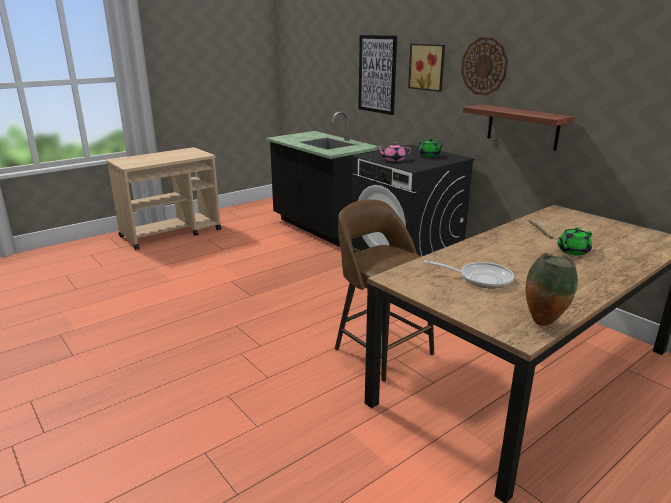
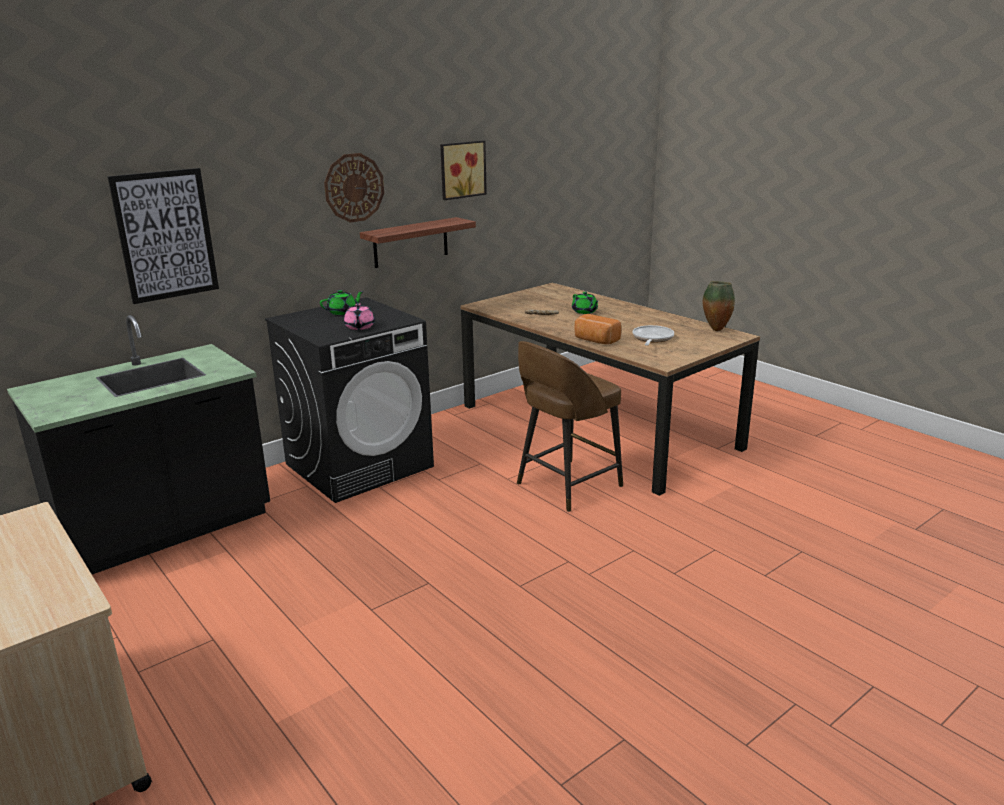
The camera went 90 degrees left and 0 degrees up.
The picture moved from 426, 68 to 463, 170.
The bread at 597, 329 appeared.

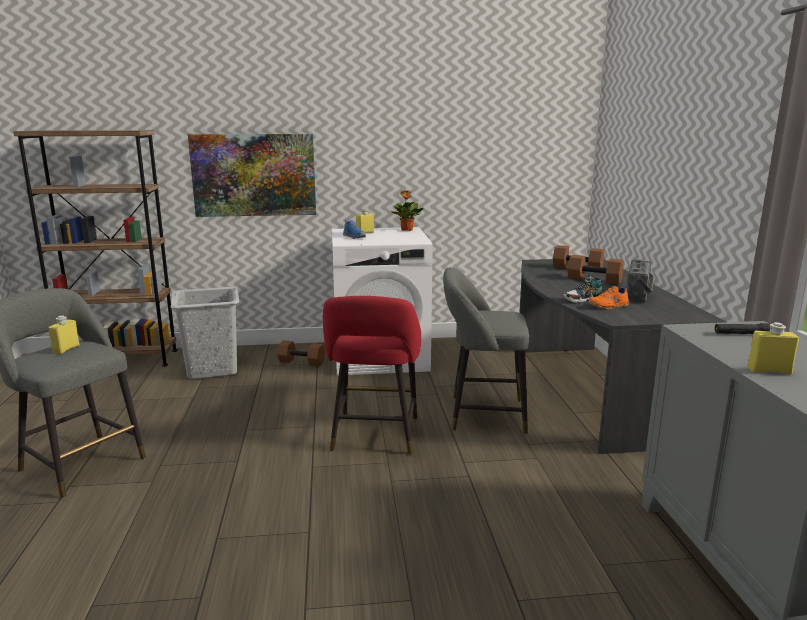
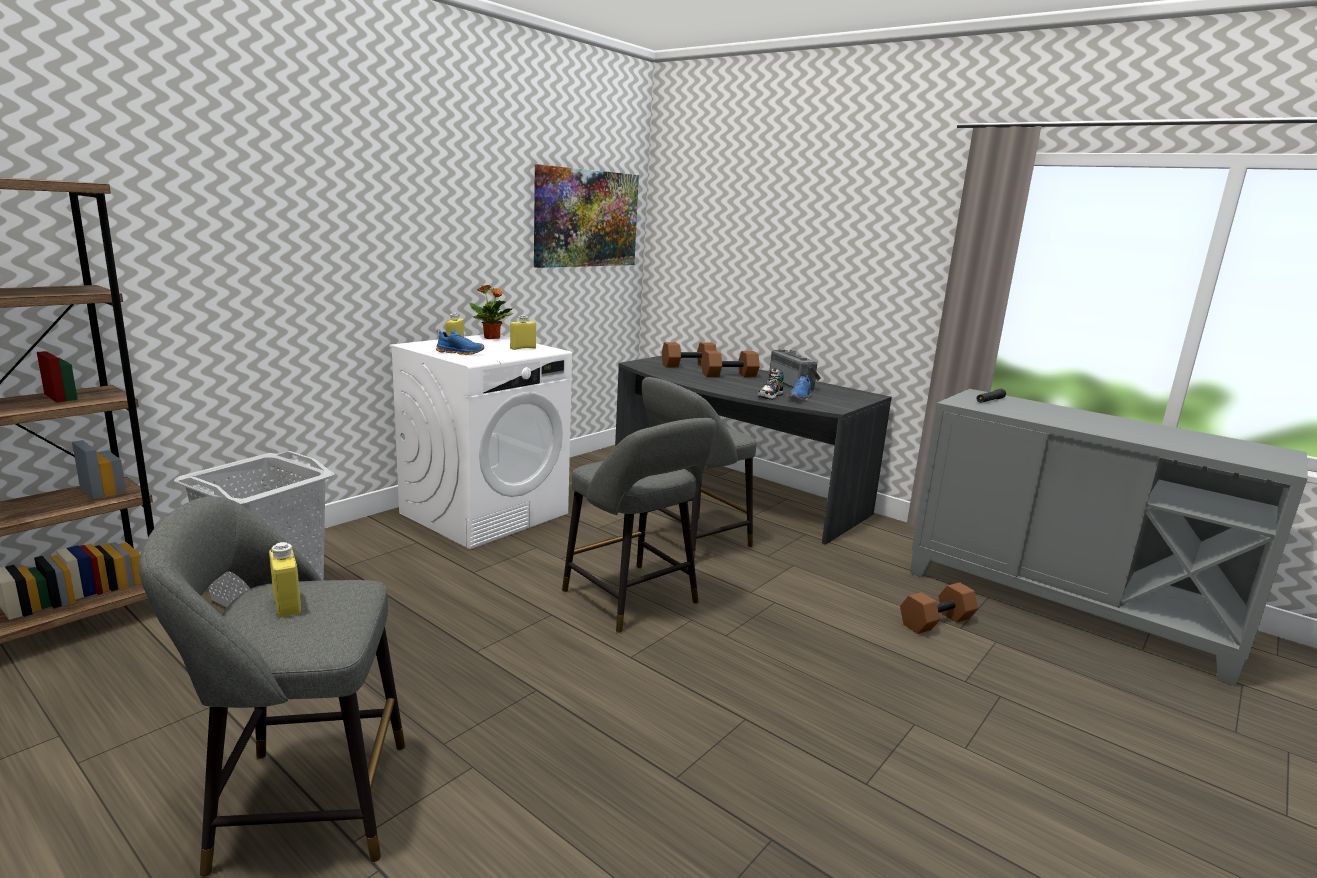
The camera went 45 degrees left and 0 degrees up.
The picture moved from 252, 175 to 586, 216.
The orange shoe at 608, 298 became the blue shoe at 800, 388.
The red stool at 372, 375 became the grey stool at 639, 525.
The yellow bottle moved from 773, 348 to 523, 332.
The brown dumbbell moved from 301, 353 to 939, 608.

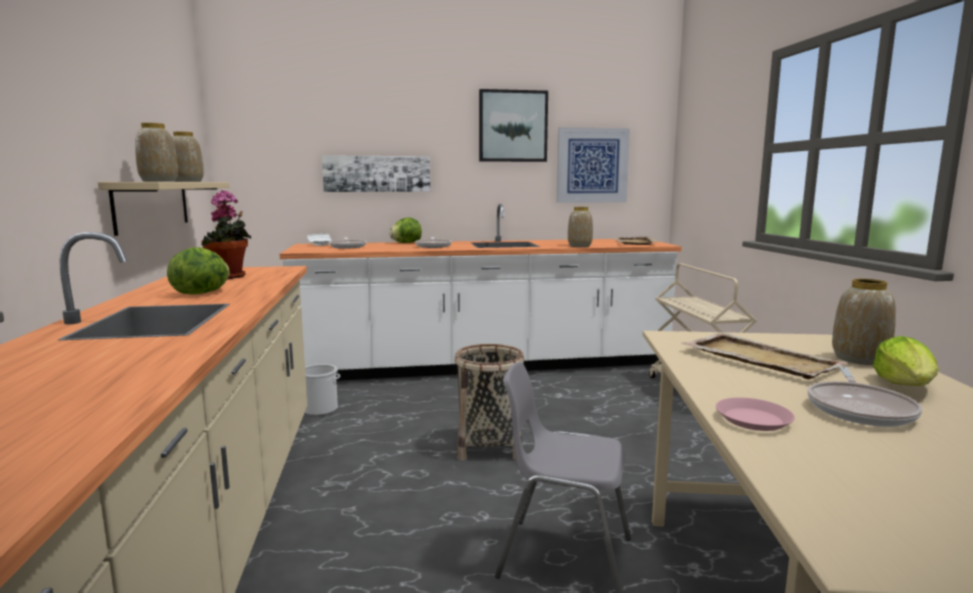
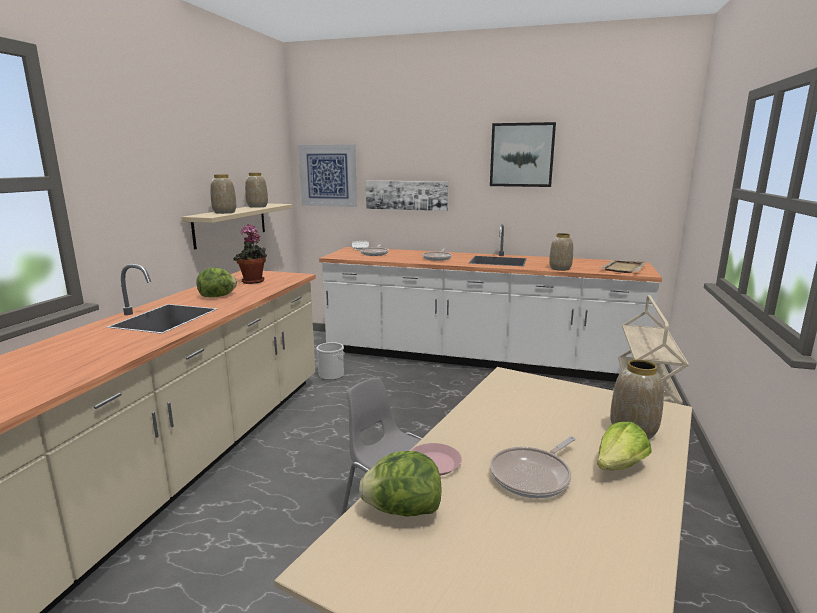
The camera went 25 degrees right and 5 degrees up.
The picture moved from 593, 165 to 327, 175.
The lettuce moved from 405, 230 to 400, 484.
The beige tray at 765, 355 disappeared.
The basket at 489, 402 disappeared.

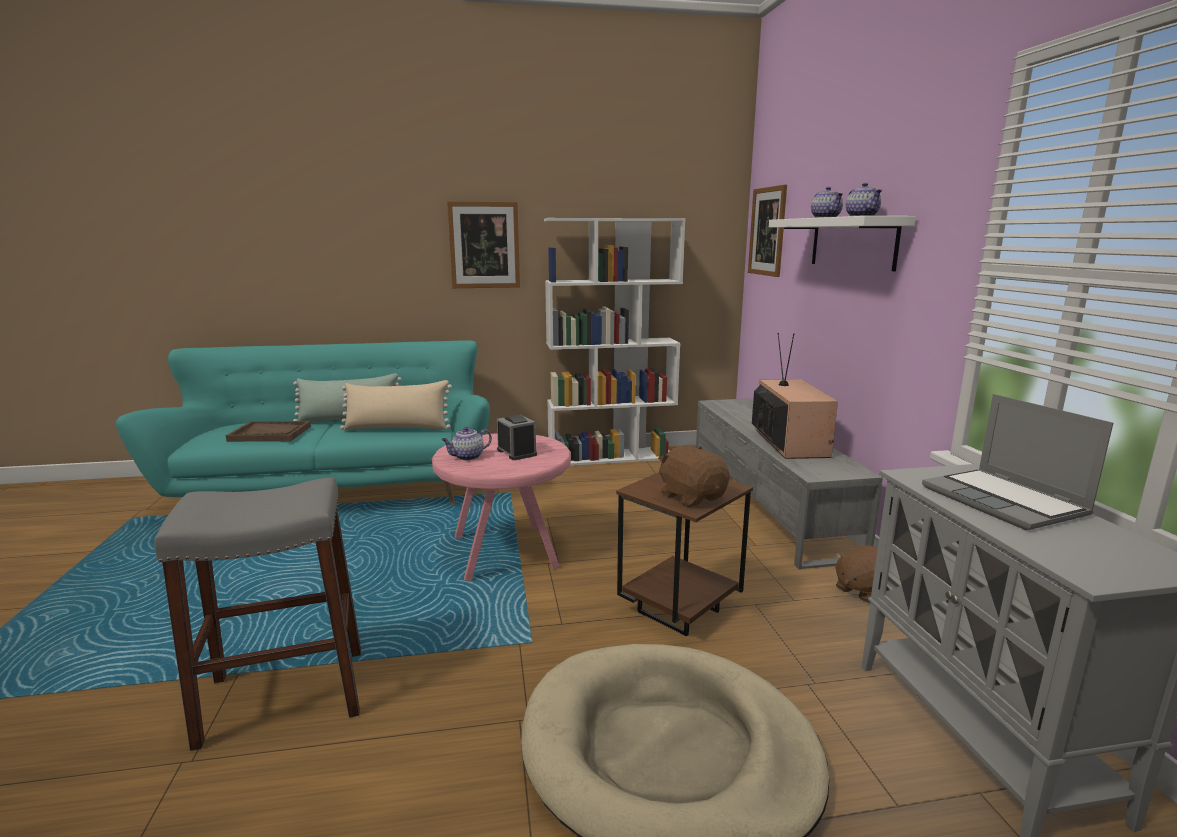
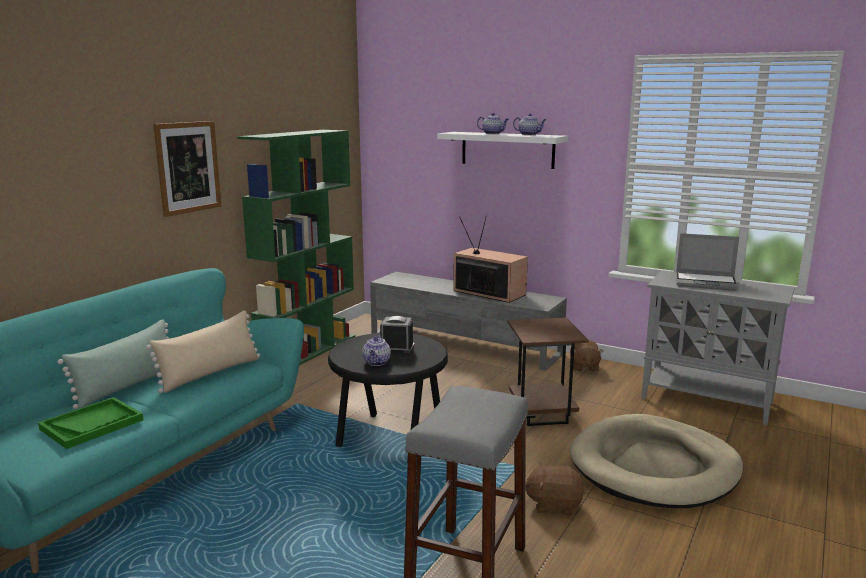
The camera went 50 degrees left and 0 degrees up.
The picture at 767, 231 disappeared.
The white bookcase at 615, 342 became the green bookcase at 296, 247.
The brown tray at 268, 431 became the green tray at 91, 423.
The pink side table at 501, 507 became the black side table at 388, 397.
The brown plush toy moved from 694, 476 to 555, 489.

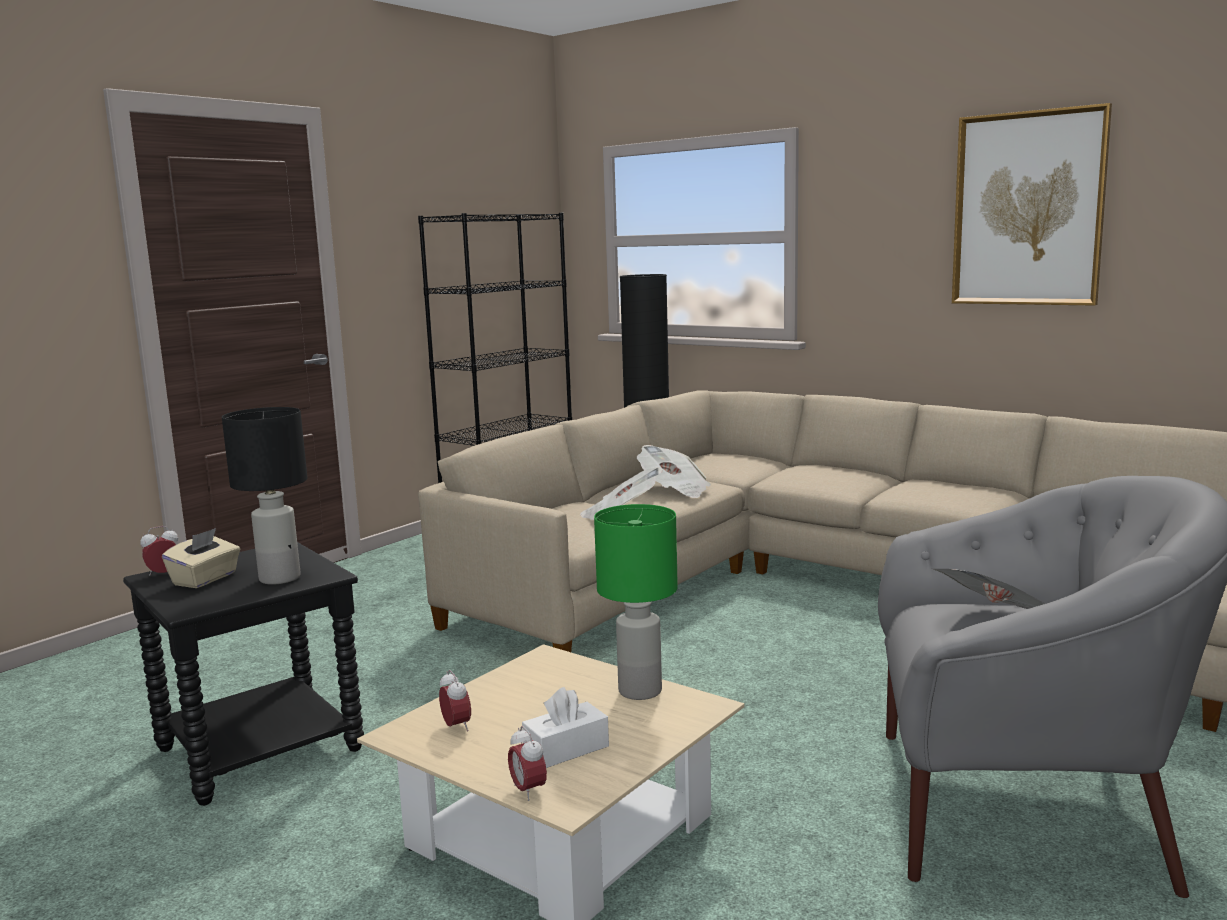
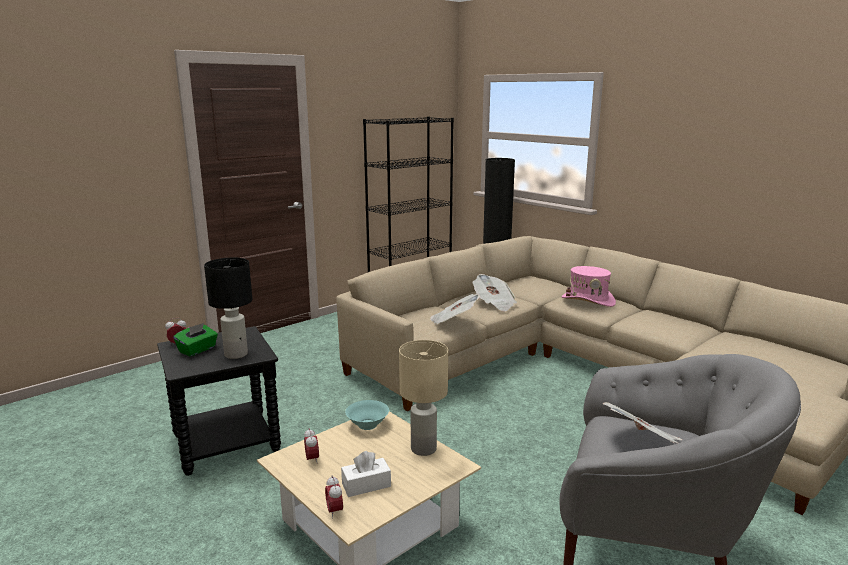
The camera went 10 degrees right and 5 degrees up.
The picture at 1032, 204 disappeared.
The green table lamp at 636, 602 became the beige table lamp at 423, 398.
The beige tissue box at 201, 558 became the green tissue box at 195, 339.
The pink hat at 588, 286 appeared.
The turquoise bowl at 367, 415 appeared.

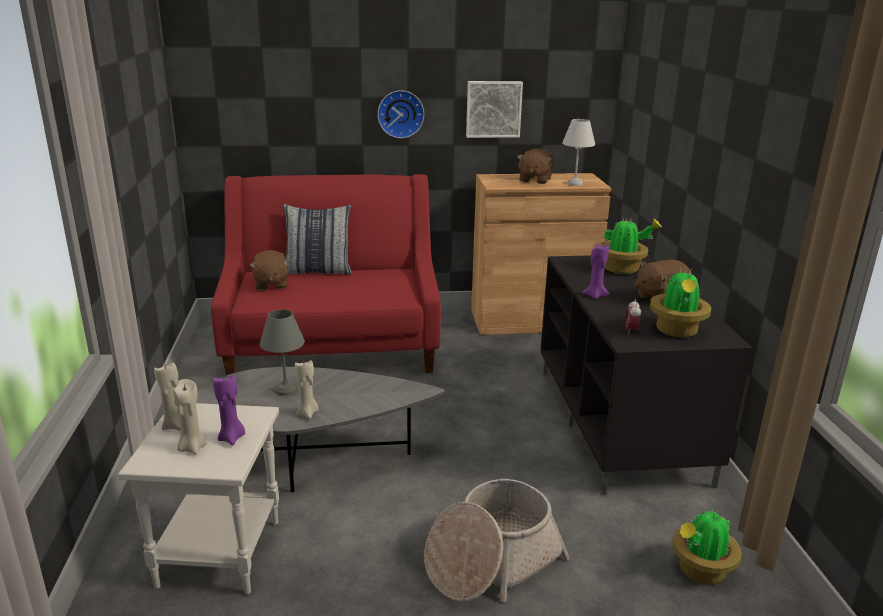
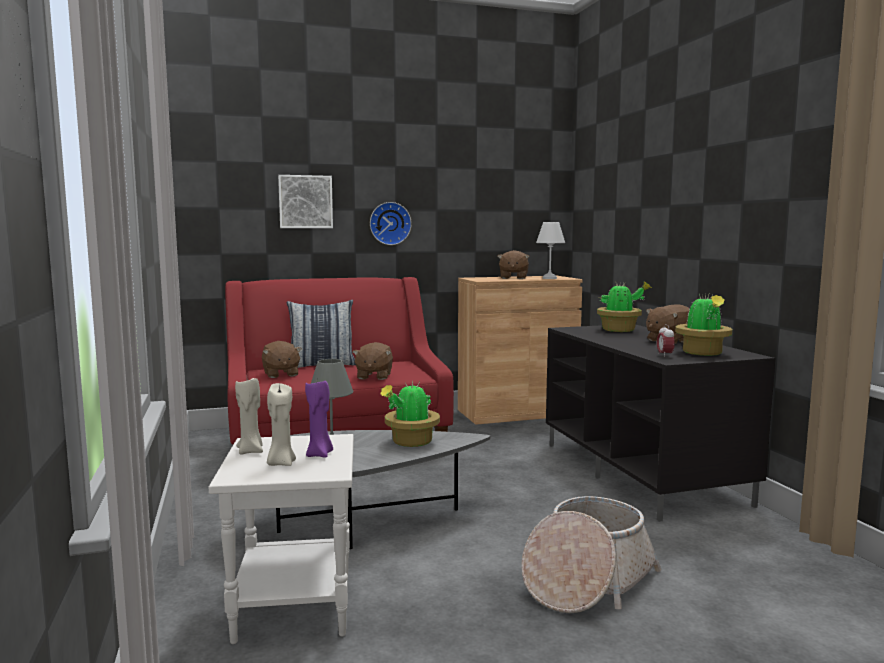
The camera went 10 degrees left and 15 degrees down.
The picture moved from 494, 109 to 305, 201.
The purple candle at 595, 271 disappeared.
The beige candle at 307, 389 disappeared.
The potted plant moved from 707, 545 to 410, 413.
The brown plush toy at 373, 361 appeared.

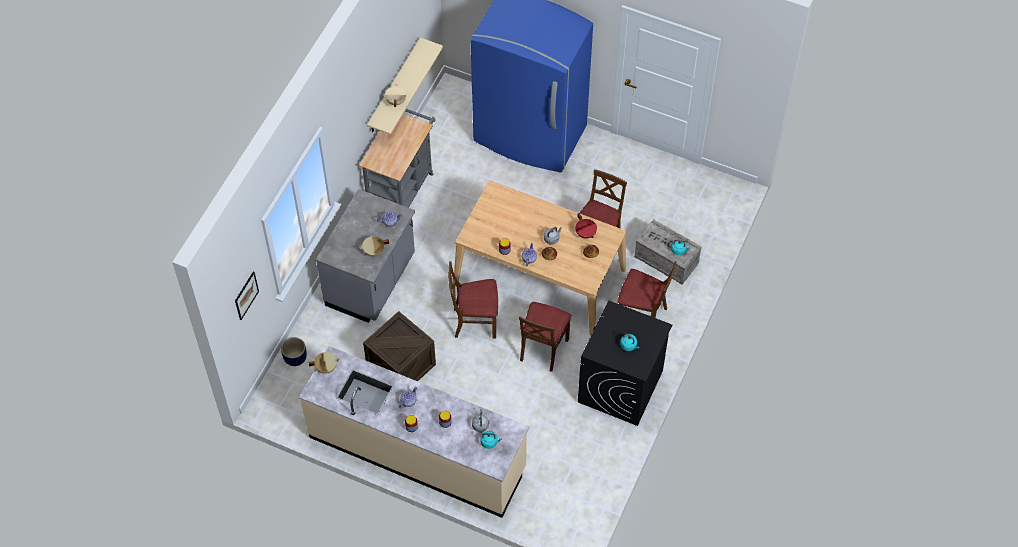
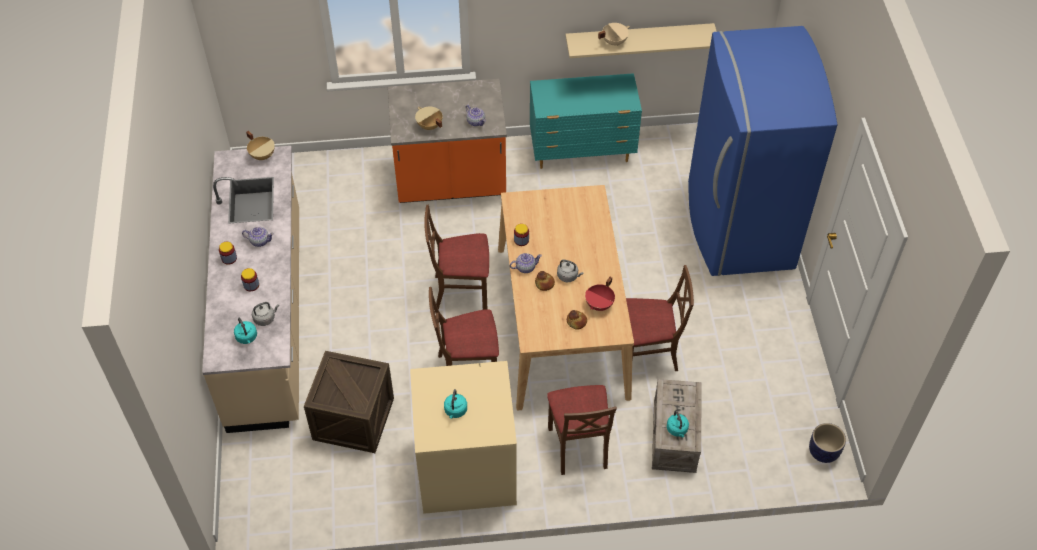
The camera went 60 degrees right and 5 degrees down.
The grey cart at 397, 158 was replaced by the turquoise dresser at 586, 121.
The grey counter at 365, 256 became the orange counter at 447, 141.
The brown chair at 473, 300 turned 60 degrees counterclockwise.
The picture at 247, 296 disappeared.
The black washing machine at 625, 363 became the beige washing machine at 463, 437.
The crate moved from 399, 346 to 349, 402.
The planter moved from 294, 351 to 827, 443.

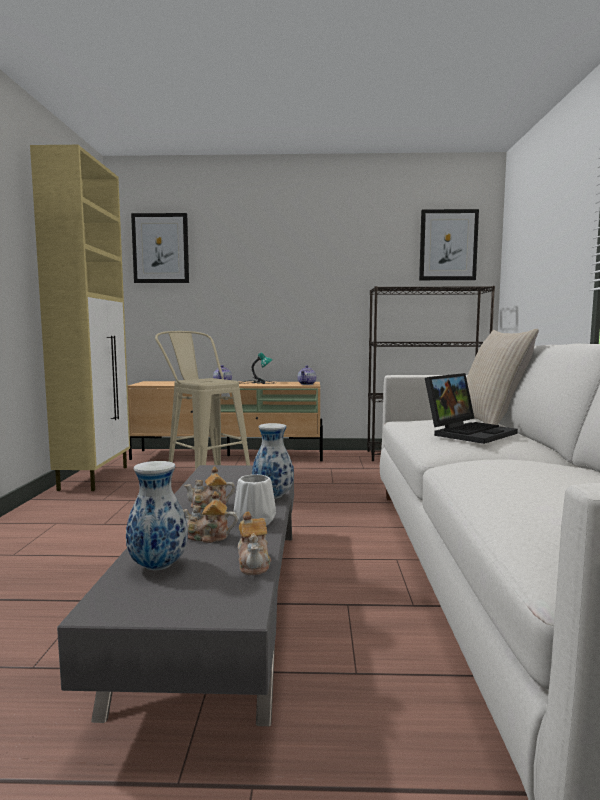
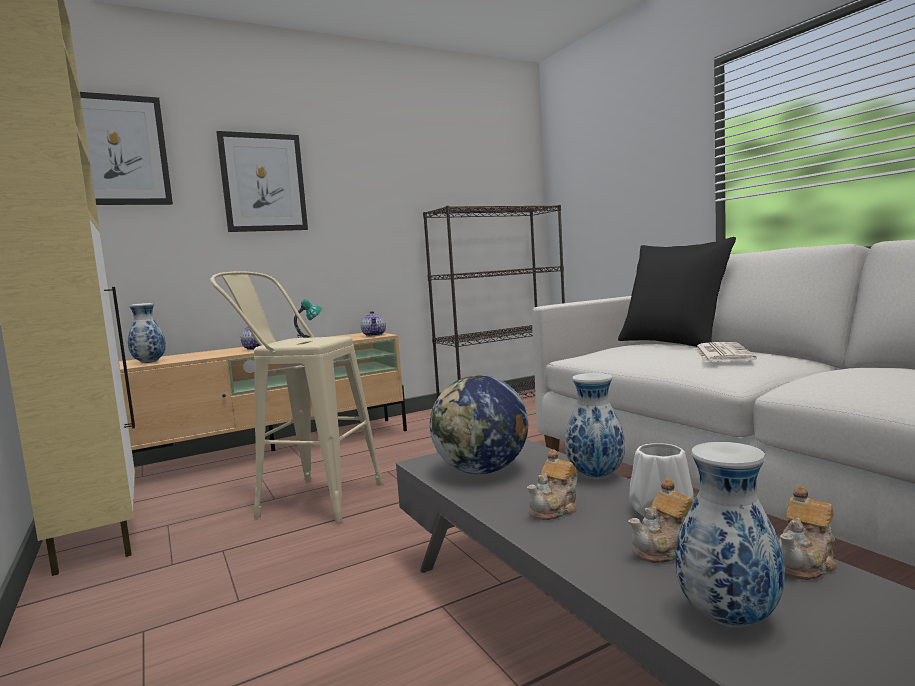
The camera went 30 degrees left and 0 degrees up.
The picture moved from 449, 244 to 262, 181.
The beige pillow at 502, 377 became the black pillow at 677, 292.
The laptop at 471, 408 was replaced by the newspaper at 724, 352.
The teapot at 254, 543 turned 90 degrees clockwise.
The vase at 147, 333 appeared.
The globe at 479, 424 appeared.

